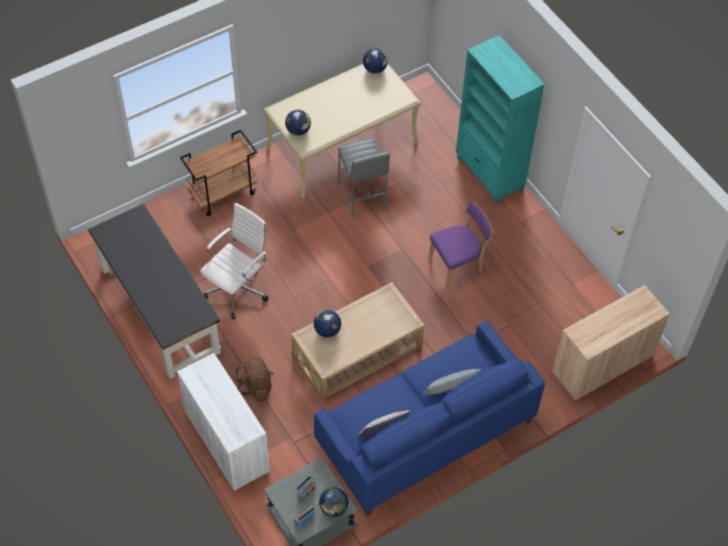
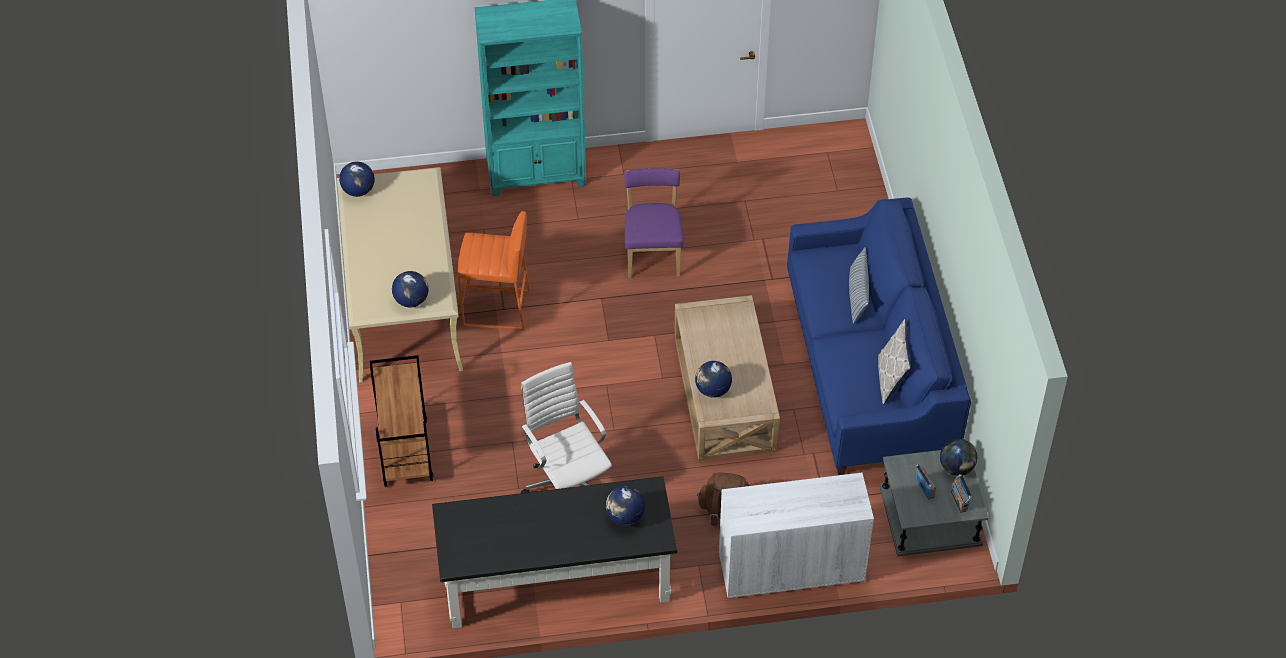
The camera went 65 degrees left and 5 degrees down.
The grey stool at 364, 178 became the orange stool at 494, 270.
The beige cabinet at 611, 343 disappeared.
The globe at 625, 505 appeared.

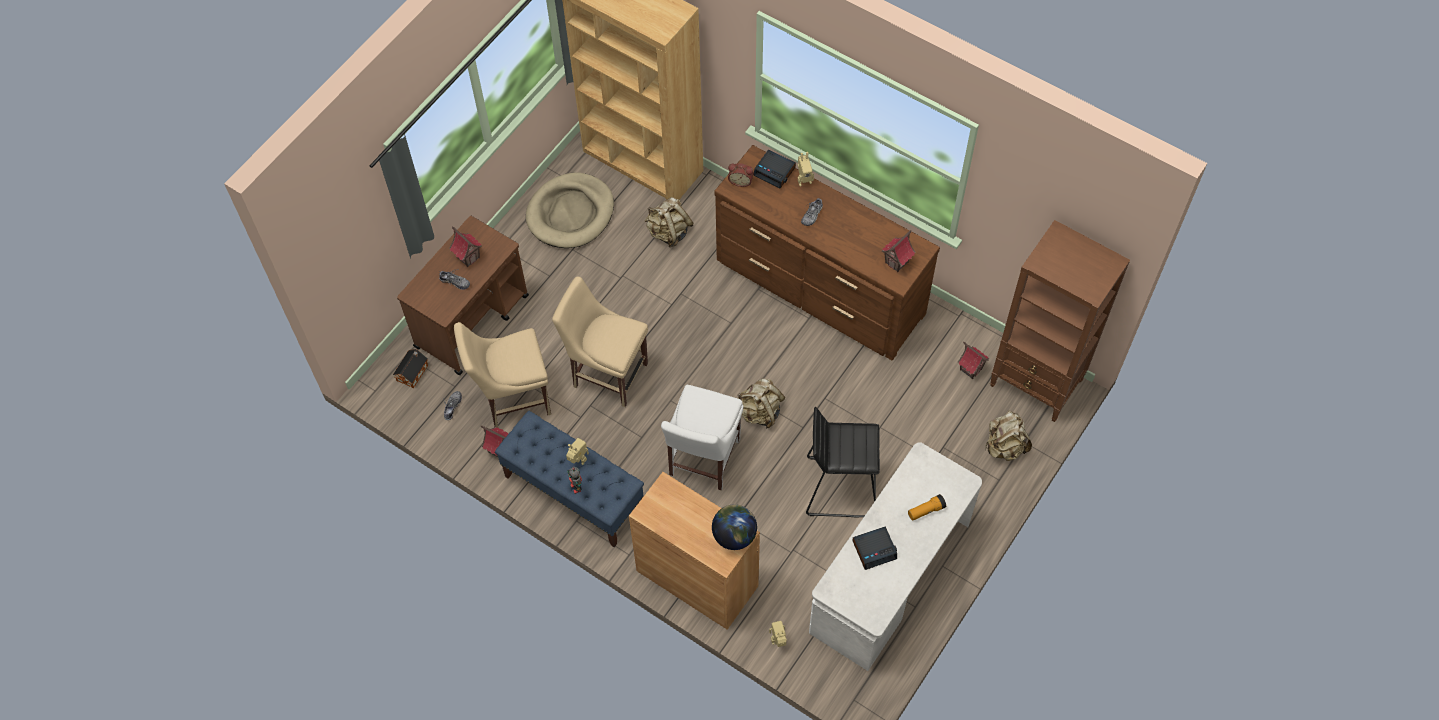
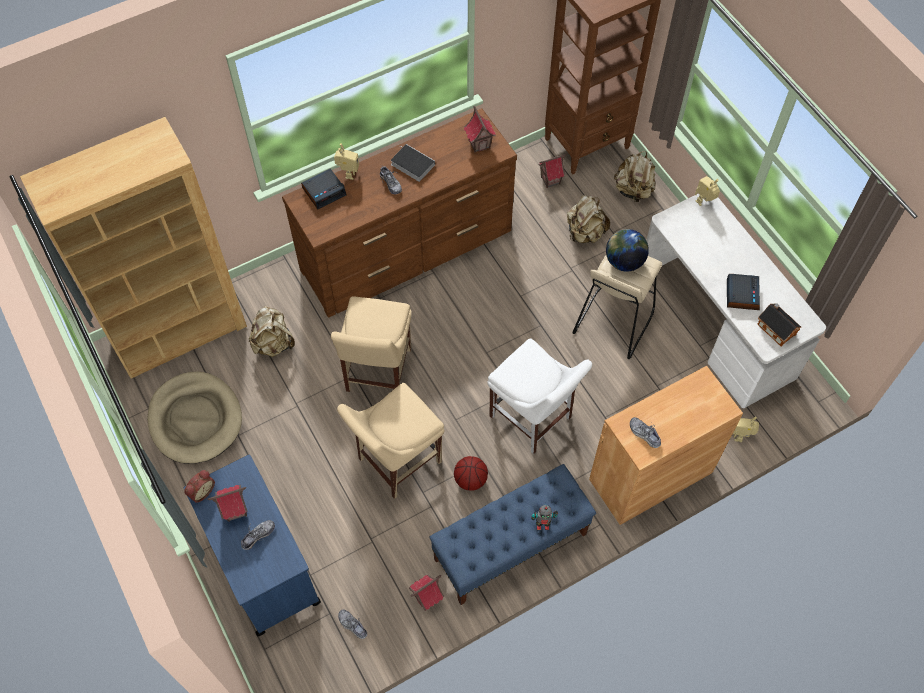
The camera went 65 degrees left and 0 degrees up.
The alarm clock moved from 741, 175 to 199, 486.
The brown cart at 463, 295 became the blue cart at 252, 546.
The beige chair moved from 502, 375 to 371, 344.
The toy house moved from 410, 368 to 779, 324.
The beige backpack moved from 762, 403 to 588, 219.
The black stool at 843, 462 became the beige stool at 617, 307.
The toy robot moved from 577, 451 to 707, 191.
The flashlight at 927, 507 disappeared.
The globe moved from 734, 527 to 627, 250.
The book at 413, 163 appeared.
The shoe at 645, 432 appeared.
The basketball at 471, 473 appeared.

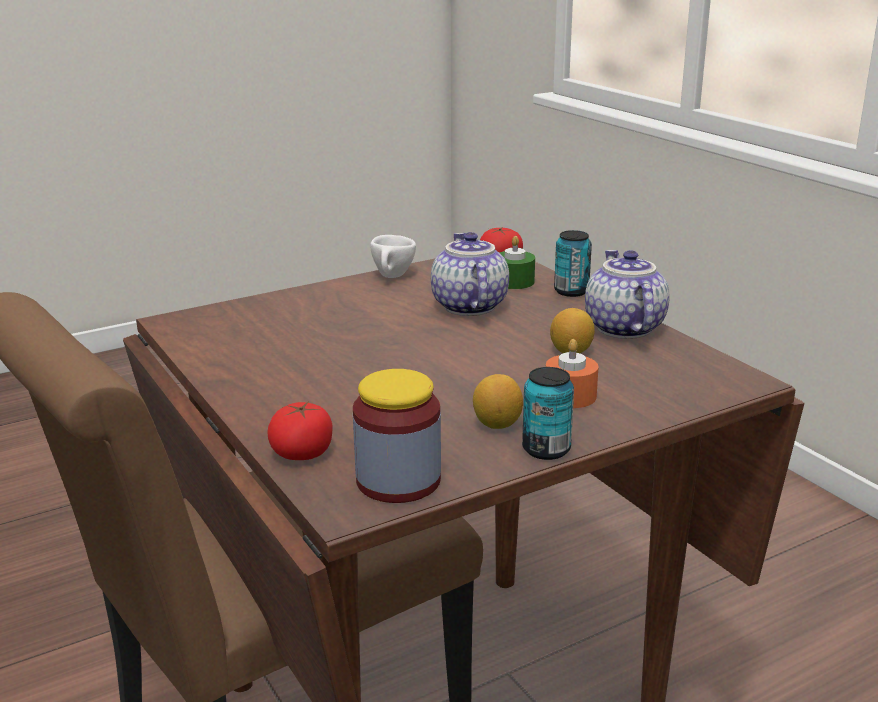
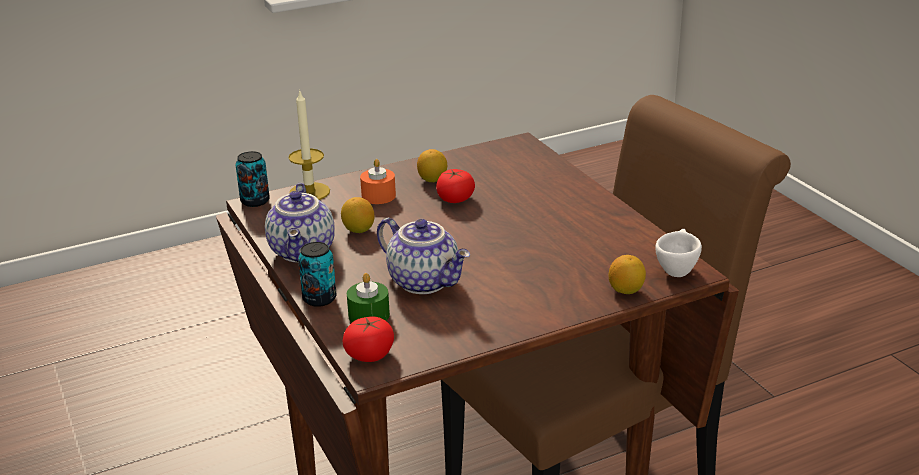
The camera went 175 degrees left and 5 degrees up.
The teapot at 470, 274 turned 45 degrees counterclockwise.
The white cup moved from 393, 256 to 678, 253.
The can moved from 548, 413 to 253, 179.
The jar at 397, 436 disappeared.
The tomato moved from 300, 430 to 455, 186.
The candle at 309, 145 appeared.
The lemon at 627, 274 appeared.

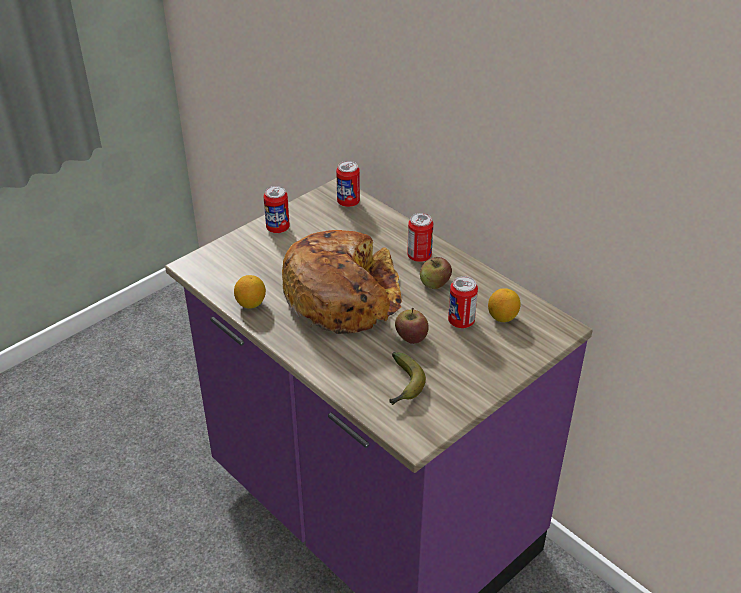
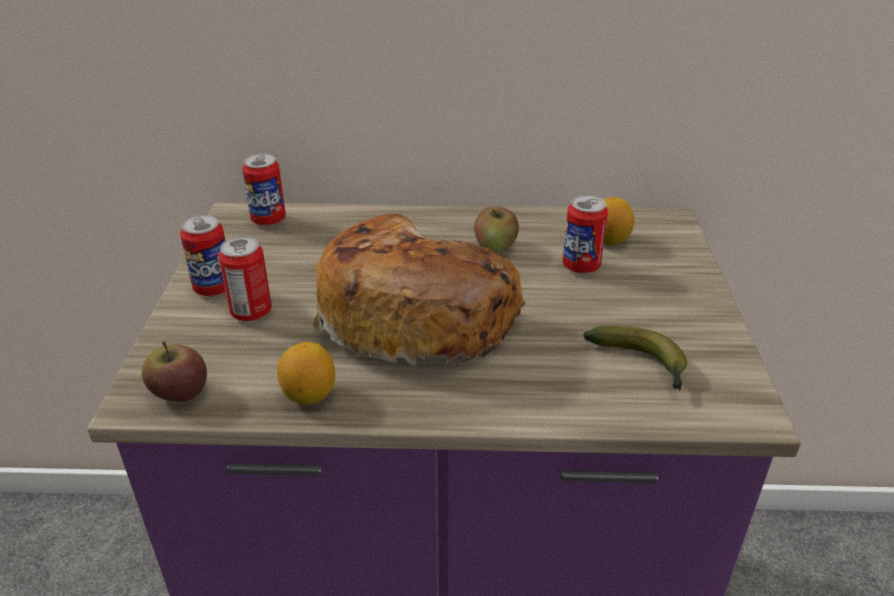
The camera went 45 degrees left and 5 degrees down.
The can moved from 420, 237 to 245, 278.
The apple moved from 412, 326 to 174, 371.

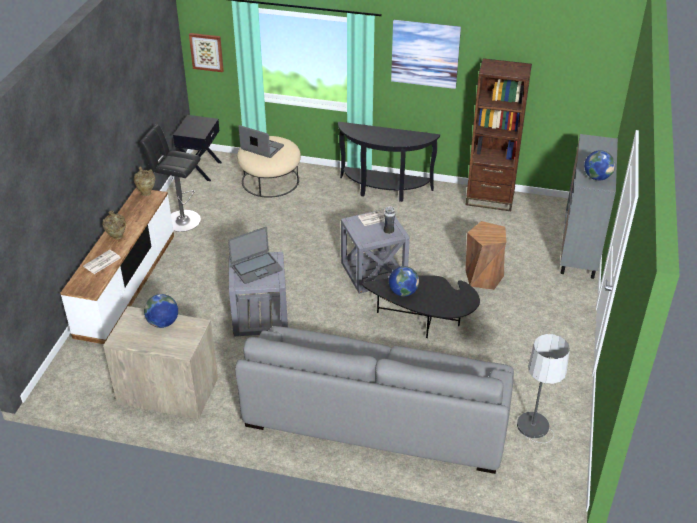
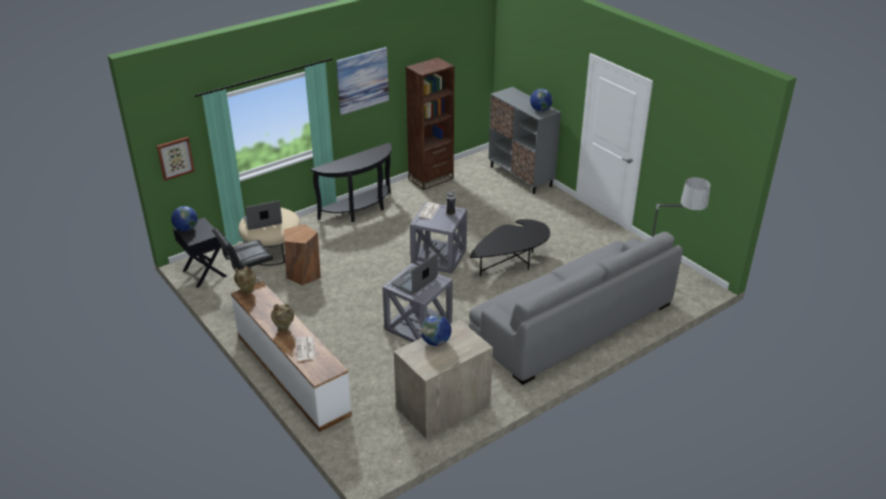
The camera went 50 degrees left and 5 degrees down.
The brown stool moved from 485, 255 to 302, 254.
The laptop at 255, 255 turned 150 degrees counterclockwise.
The globe moved from 404, 281 to 184, 218.

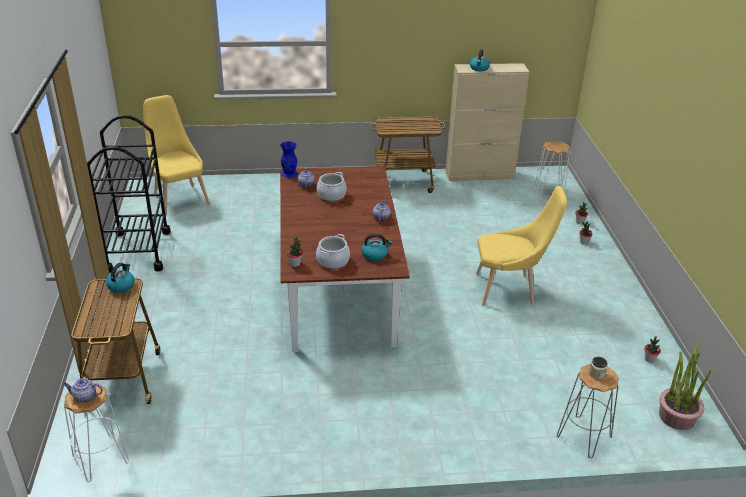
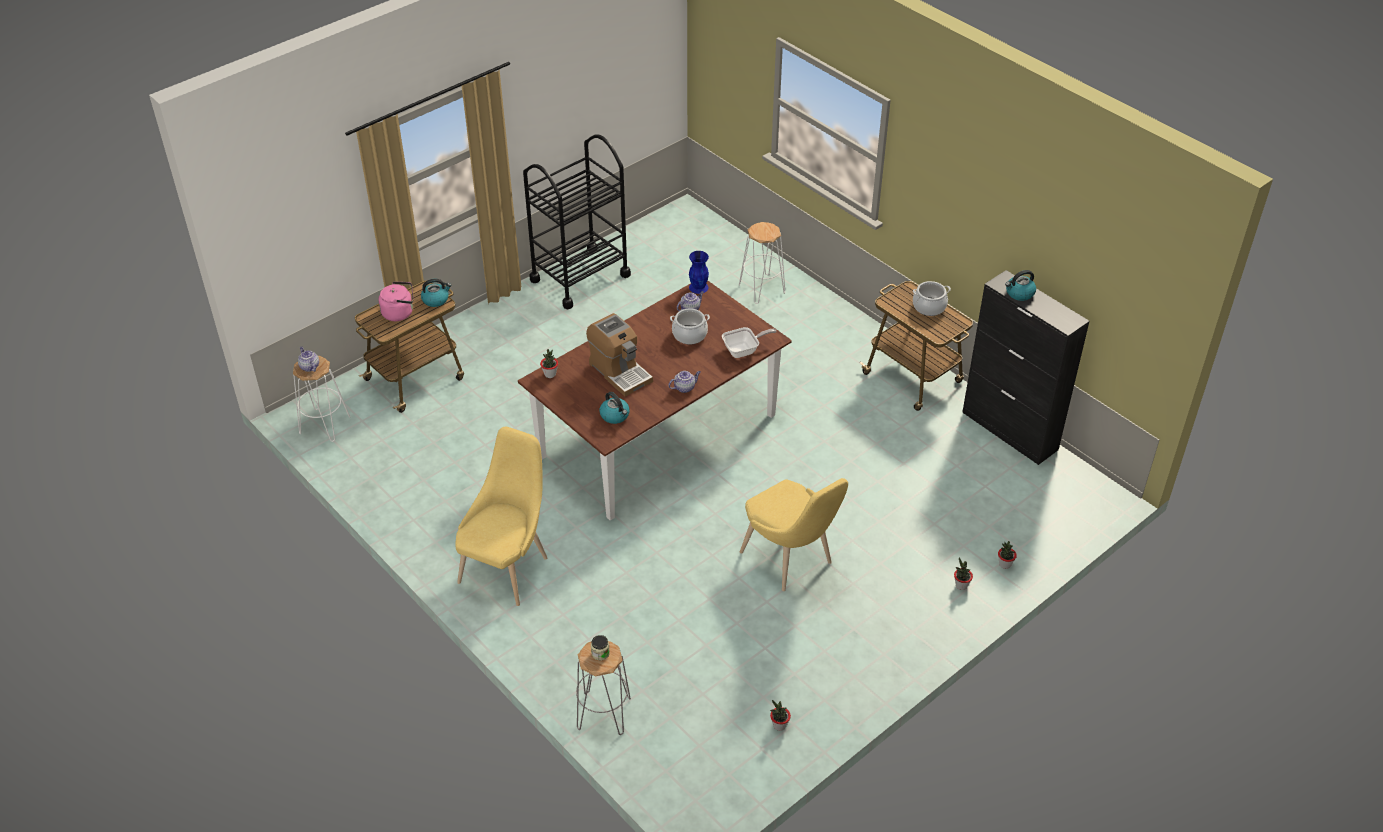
The camera went 55 degrees right and 10 degrees up.
The beige cabinet at 487, 122 became the black cabinet at 1026, 367.
The yellow chair moved from 176, 155 to 501, 516.
The white stool moved from 552, 171 to 762, 263.
The cooking pot moved from 333, 251 to 932, 298.
The potted plant at 685, 387 disappeared.
The pink kettle at 395, 301 appeared.
The coffee machine at 619, 355 appeared.
The frying pan at 749, 342 appeared.

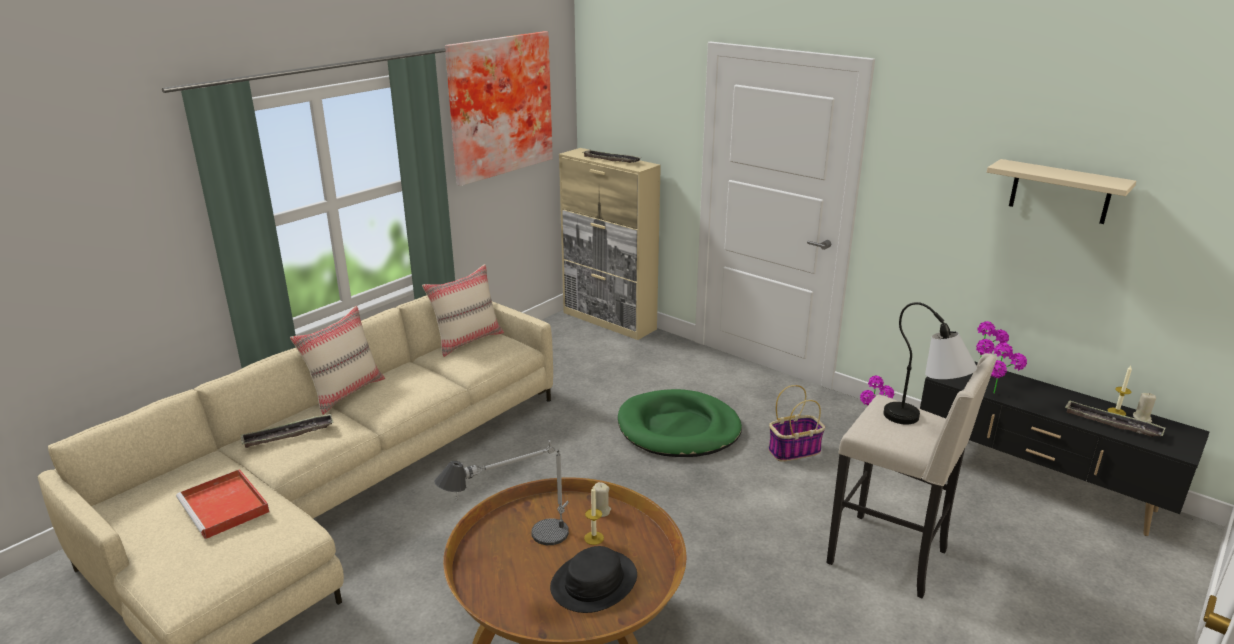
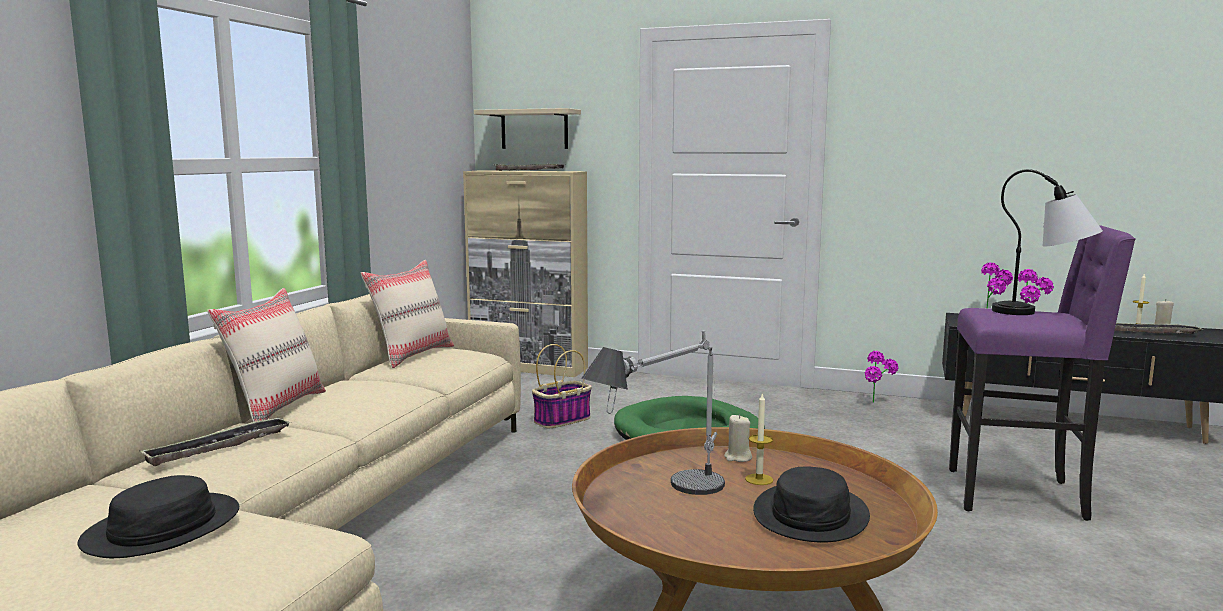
The camera went 20 degrees left and 15 degrees down.
The picture at 499, 108 disappeared.
The beige shelf moved from 1061, 191 to 527, 128.
The beige stool at 911, 476 became the purple stool at 1042, 373.
The basket moved from 796, 423 to 562, 386.
The red tray at 222, 504 was replaced by the black hat at 158, 516.

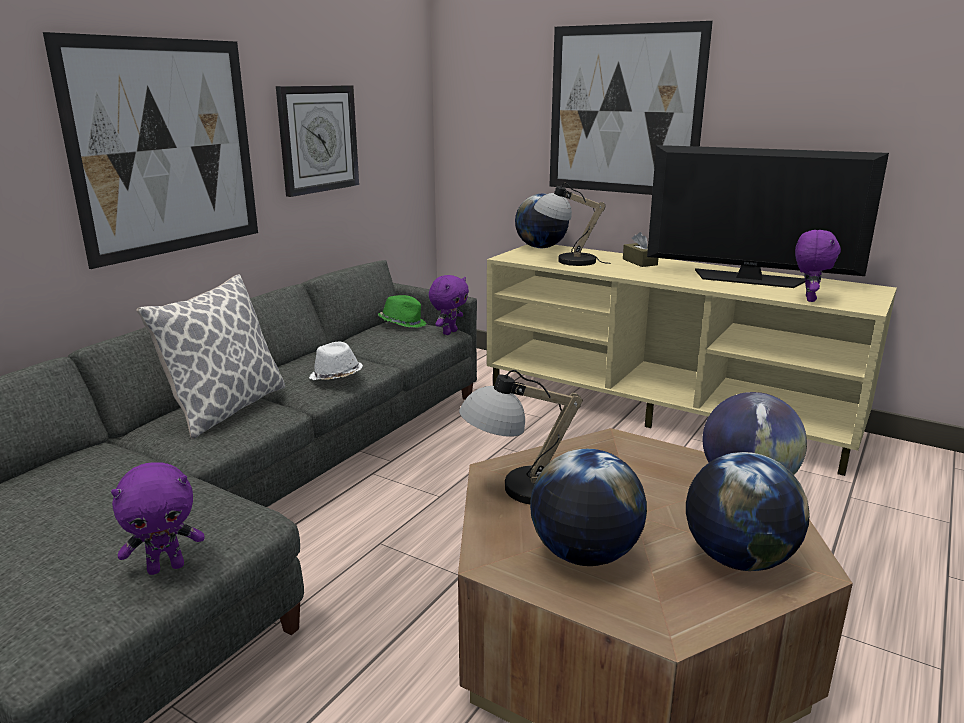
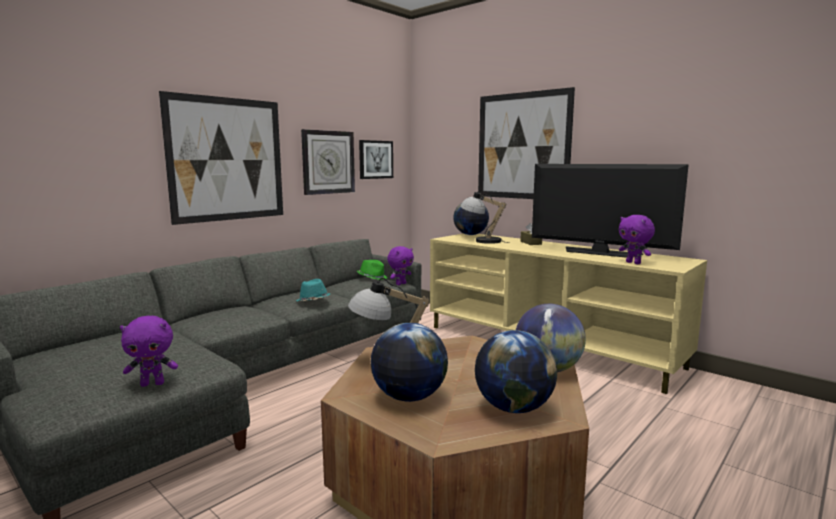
The camera went 10 degrees right and 10 degrees down.
The purple plush toy at 818, 266 turned 120 degrees clockwise.
The pillow at 210, 356 disappeared.
The white hat at 336, 361 became the turquoise hat at 313, 290.
The picture at 376, 159 appeared.

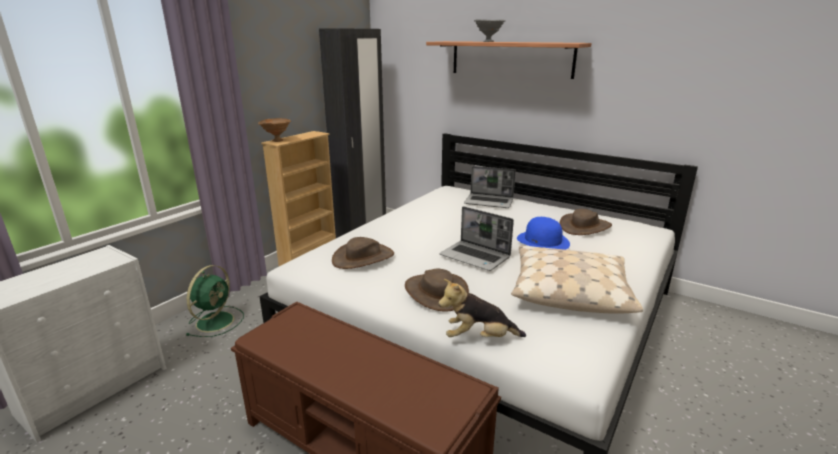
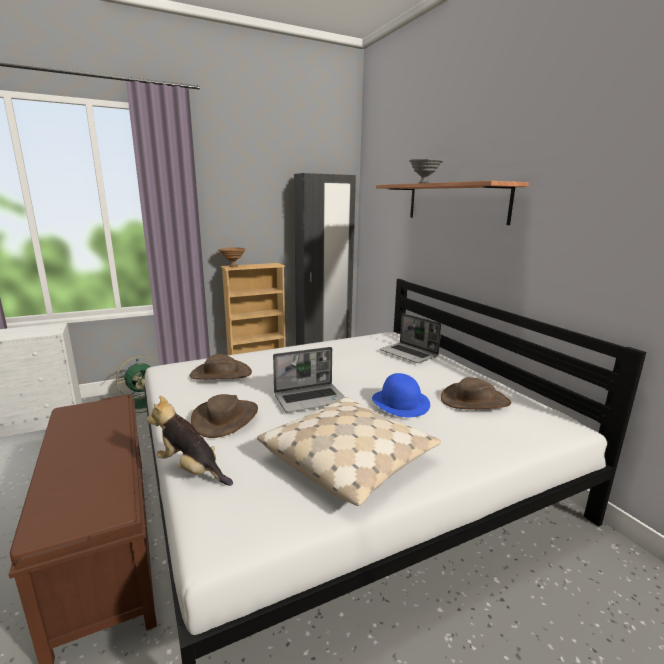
The camera went 30 degrees right and 5 degrees down.
The laptop at 476, 238 turned 90 degrees counterclockwise.

